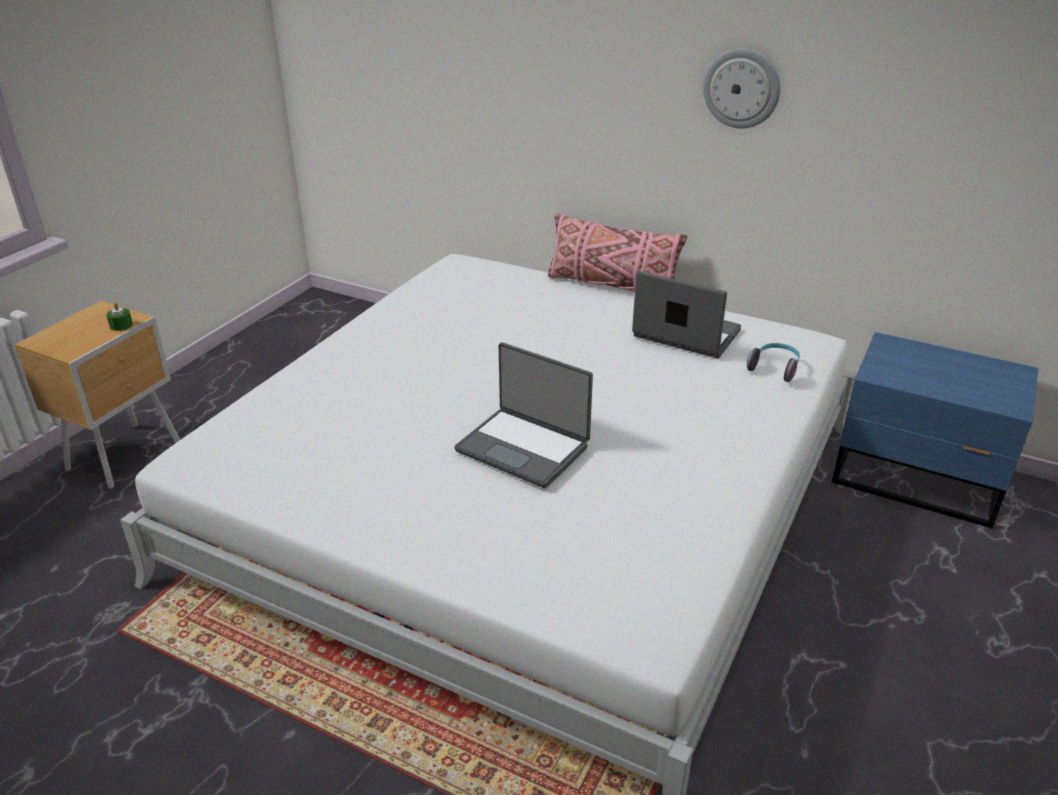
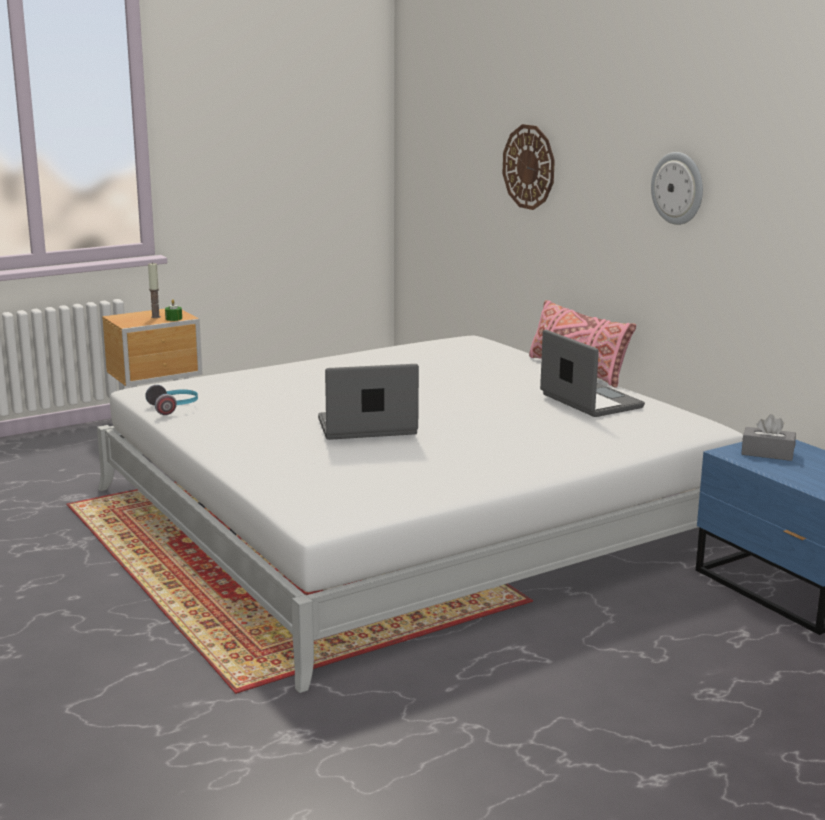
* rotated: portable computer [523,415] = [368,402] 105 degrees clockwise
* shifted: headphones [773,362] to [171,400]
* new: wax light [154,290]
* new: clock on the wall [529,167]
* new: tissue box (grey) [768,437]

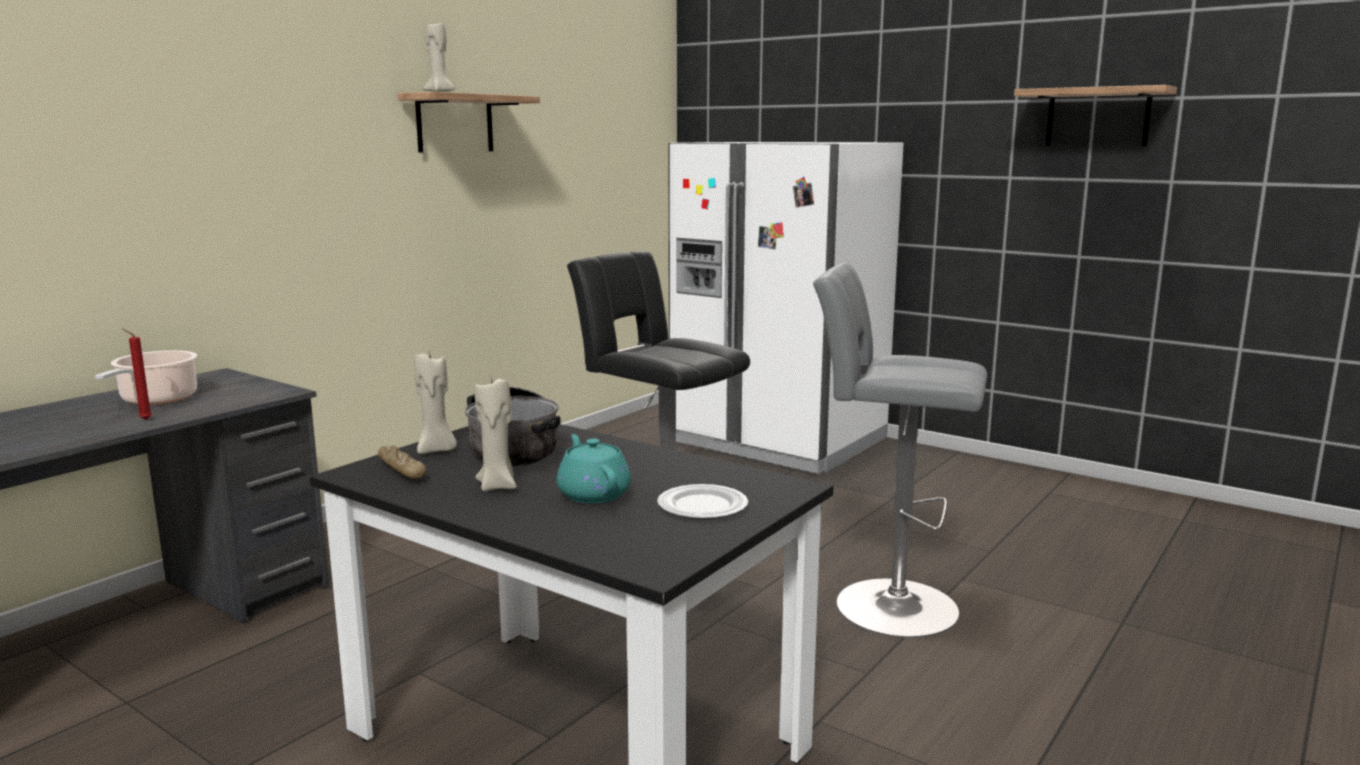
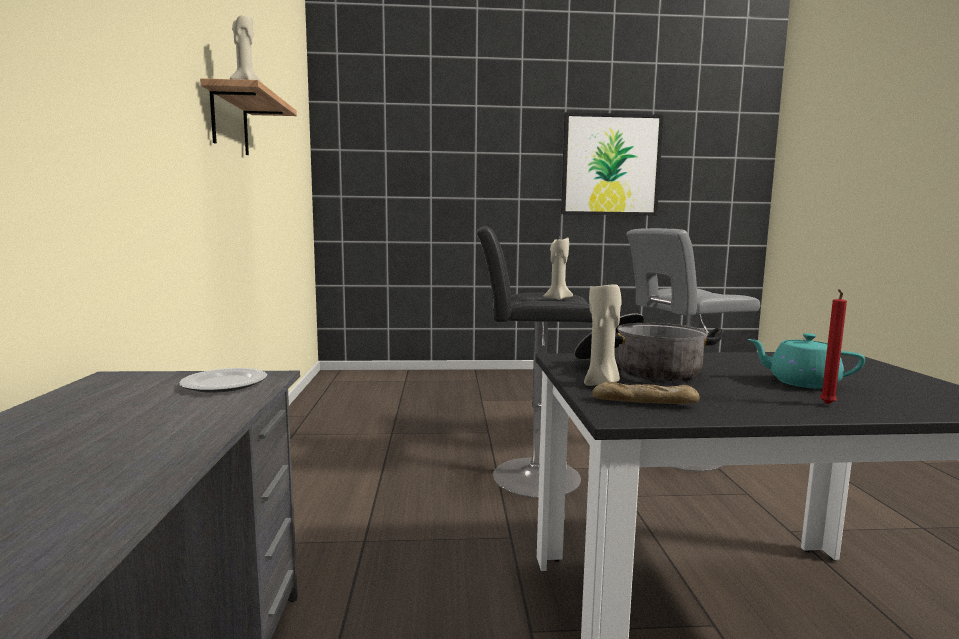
* gone: cooking pot [146,377]
* shifted: wax light (reddish) [137,374] to [833,347]
* shifted: wax light (beige) [496,434] to [558,268]
* shifted: plate [702,502] to [223,380]
* gone: refrigerator (white-coloured) [786,308]
* swapped: wall shelf [1095,115] to wall picture [612,164]

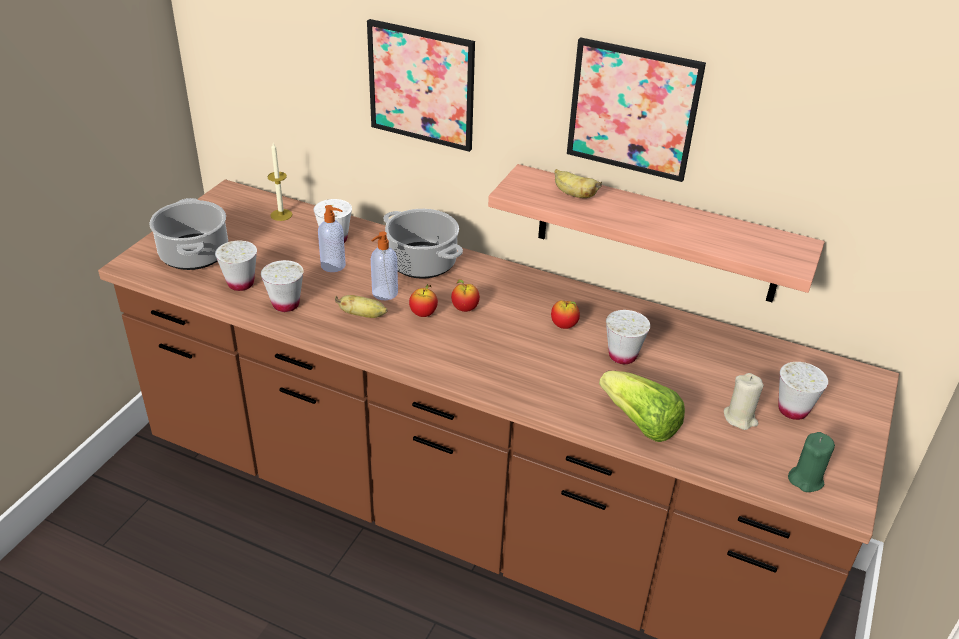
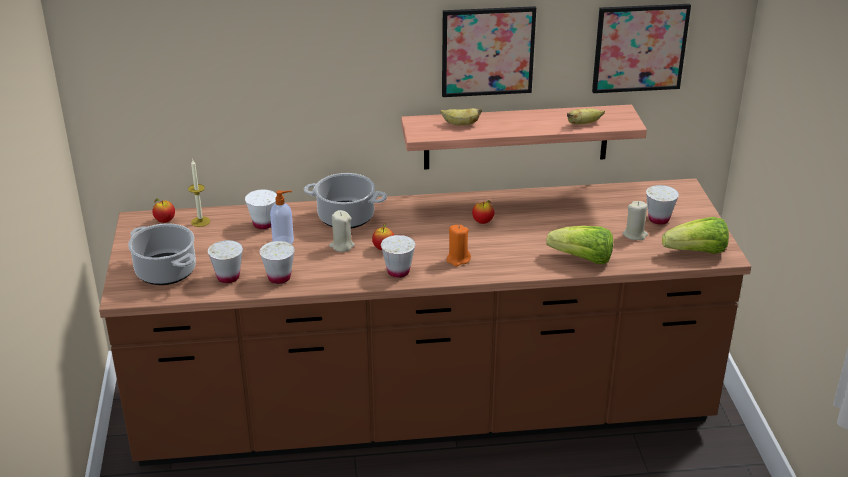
* shifted: banana fruit [361,306] to [586,116]
* shifted: wall picture [421,85] to [641,48]
* swapped: soap dispenser [384,265] to wax light (beige) [342,231]
* shifted: apple fruit [465,295] to [163,211]
* shifted: cup (white-coloured) [628,337] to [398,256]
* swapped: wax light (green-coloured) [811,462] to lettuce head [695,235]
* new: wax light (orange-coloured) [459,246]

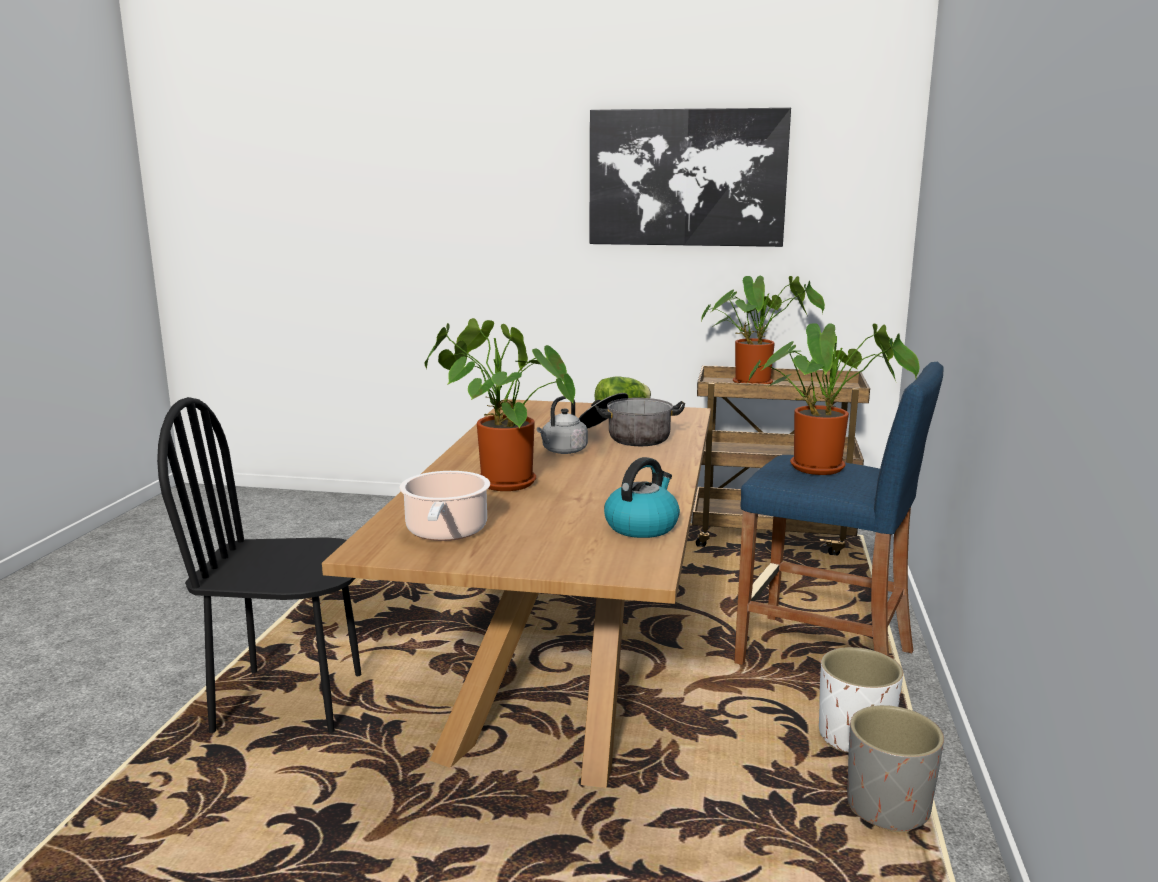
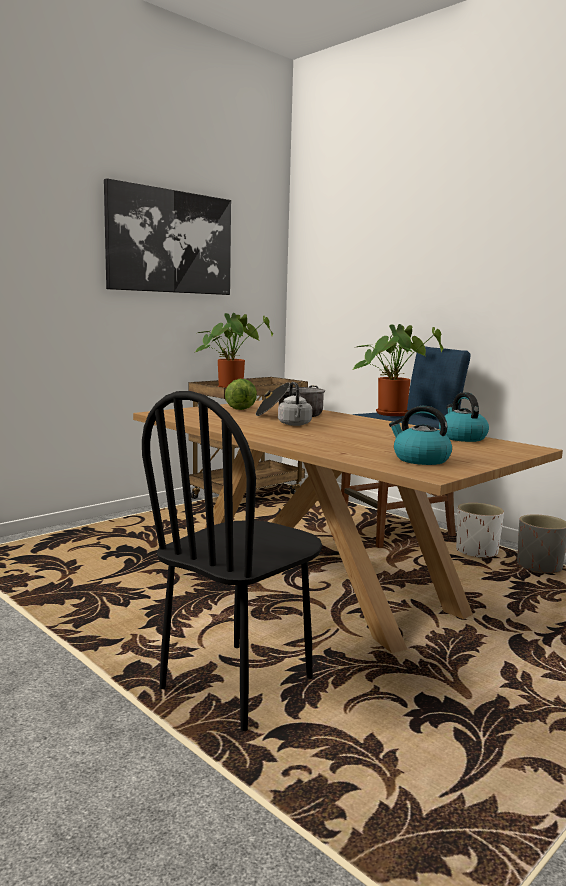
* swapped: cooking pot [444,506] to water kettle [420,435]
* gone: potted plant [499,404]

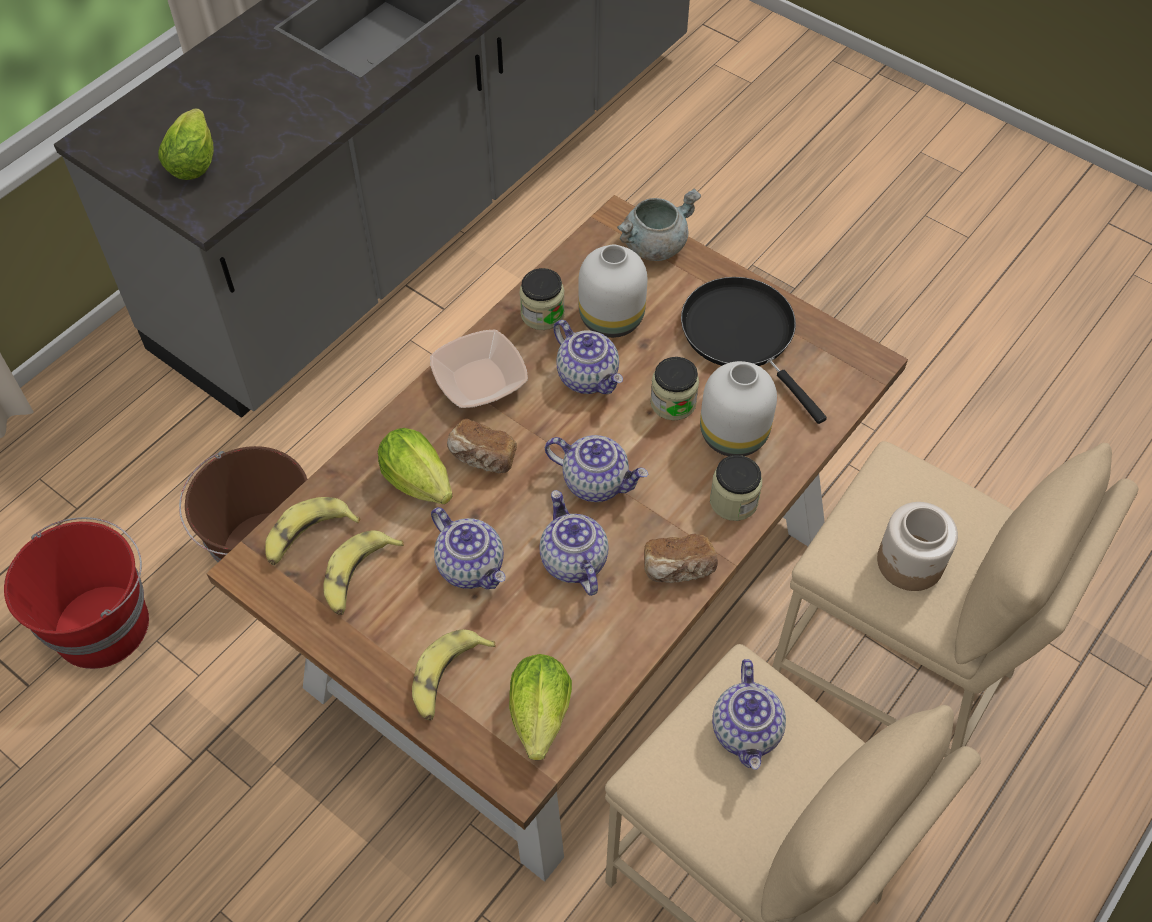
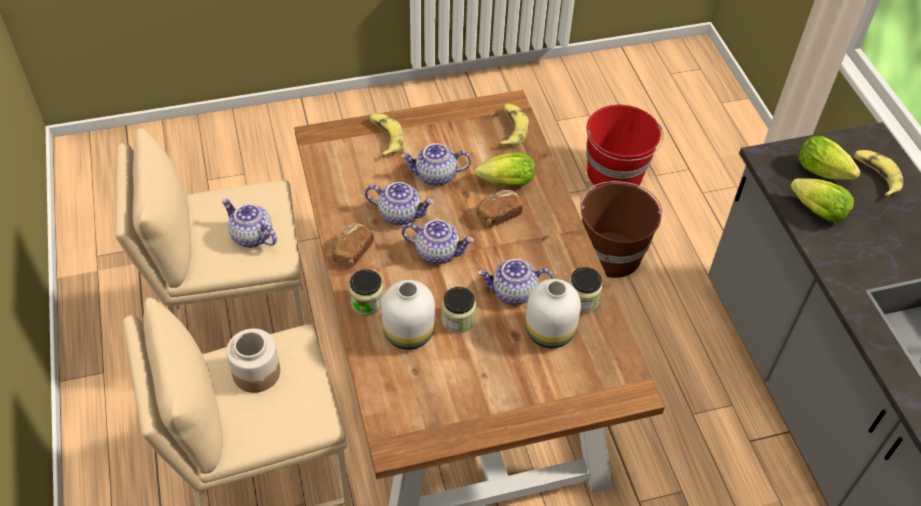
* shifted: banana fruit [363,572] to [878,173]
* gone: bowl [479,369]
* shifted: lettuce head [540,707] to [822,200]
* rotated: pot for tea [596,468] = [438,241] 135 degrees counterclockwise
* gone: cooking pot (grey) [659,224]
* gone: skillet (blackish) [754,350]

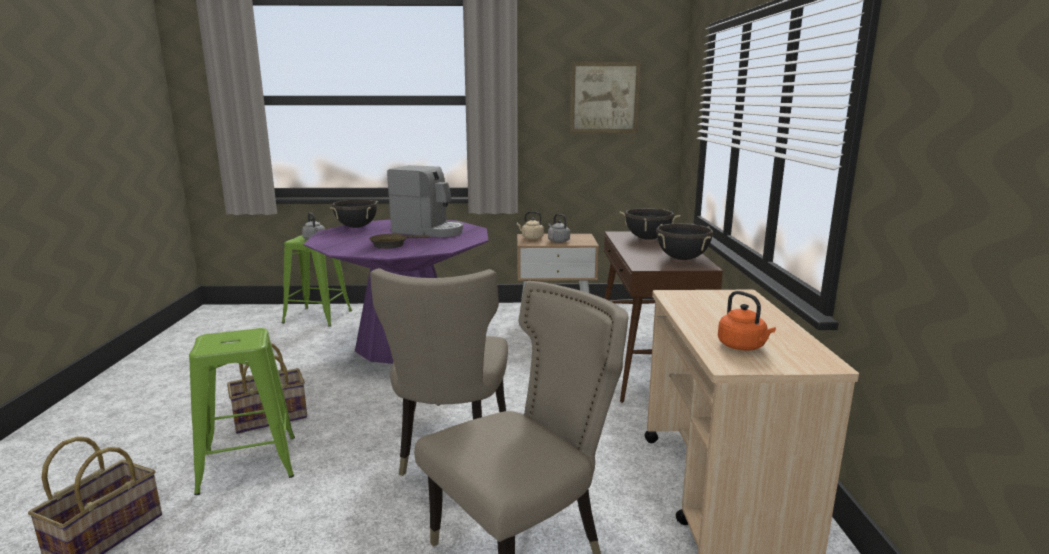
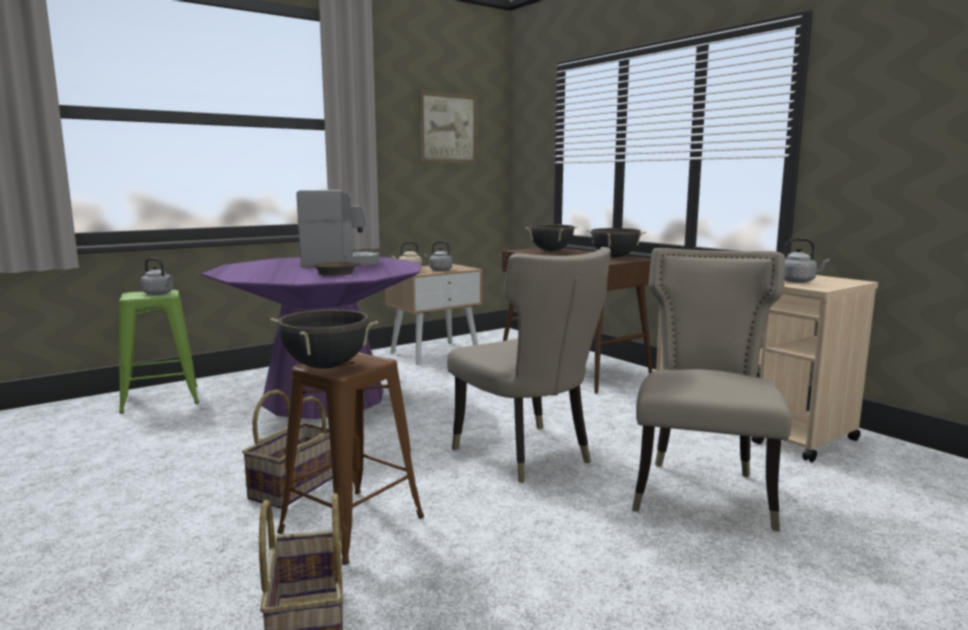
* repainted: sitting stool (green-coloured) [242,411] to sitting stool (brownish) [350,458]
* shifted: cooking pot (blackish) [354,213] to [324,339]
* repainted: water kettle (orange-coloured) [747,321] to water kettle (grey) [807,260]

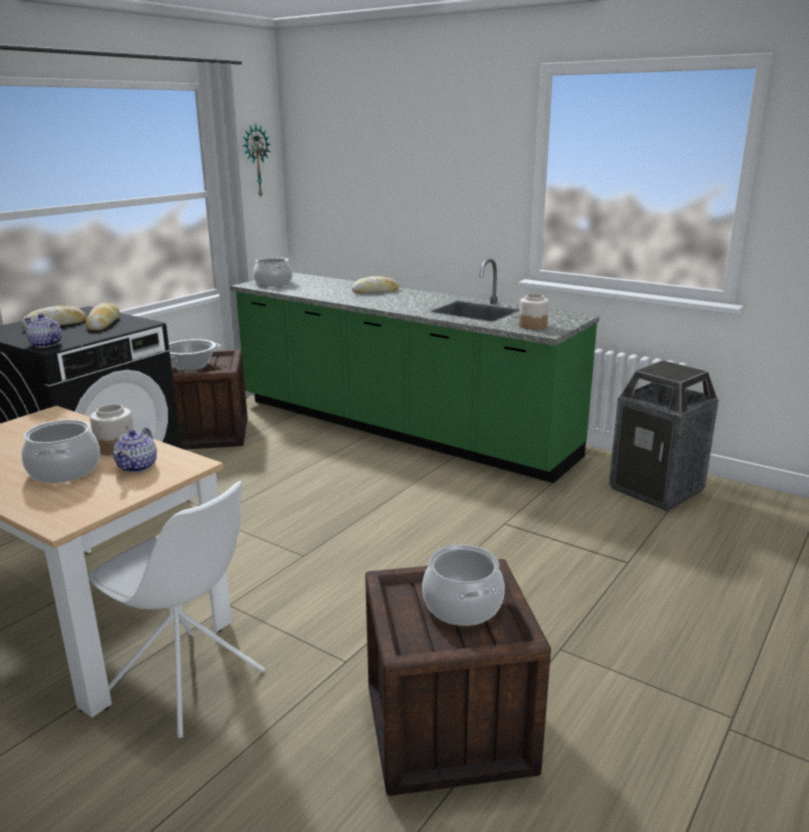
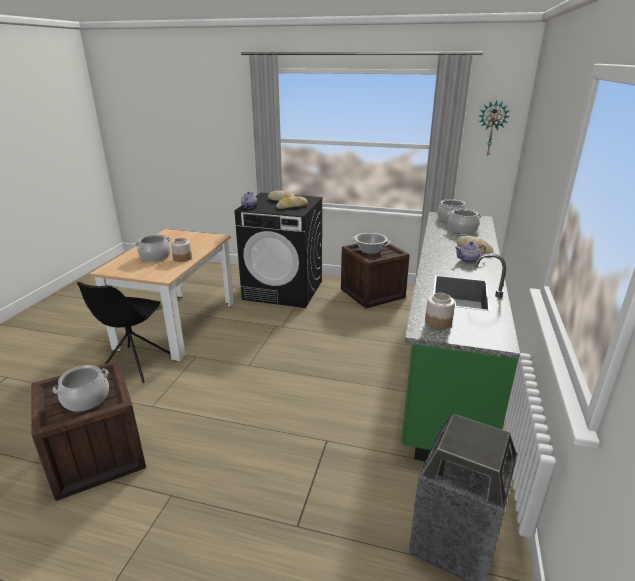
* repainted: chair (white-coloured) [176,609] to chair (blackish) [123,332]
* shifted: pot for tea [135,450] to [470,252]
* new: cooking pot [464,221]

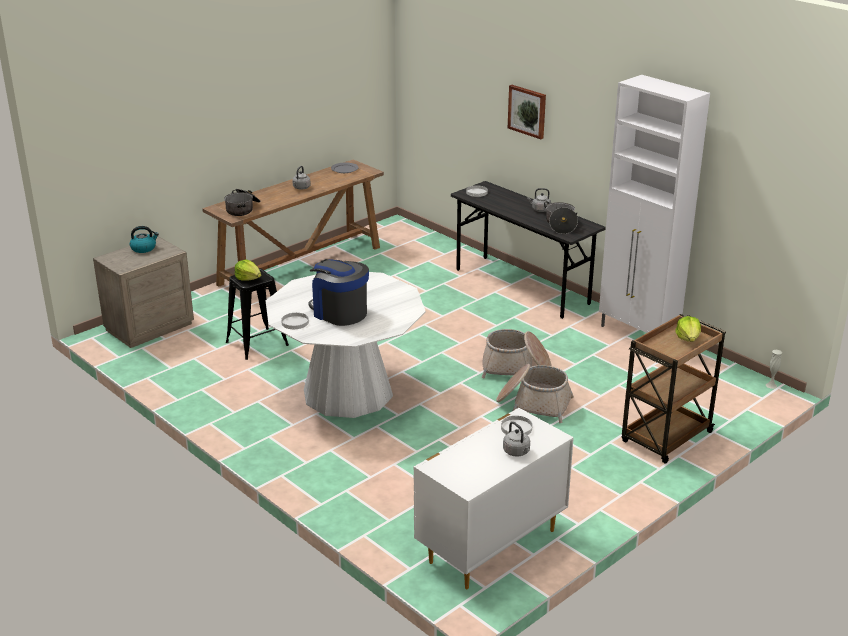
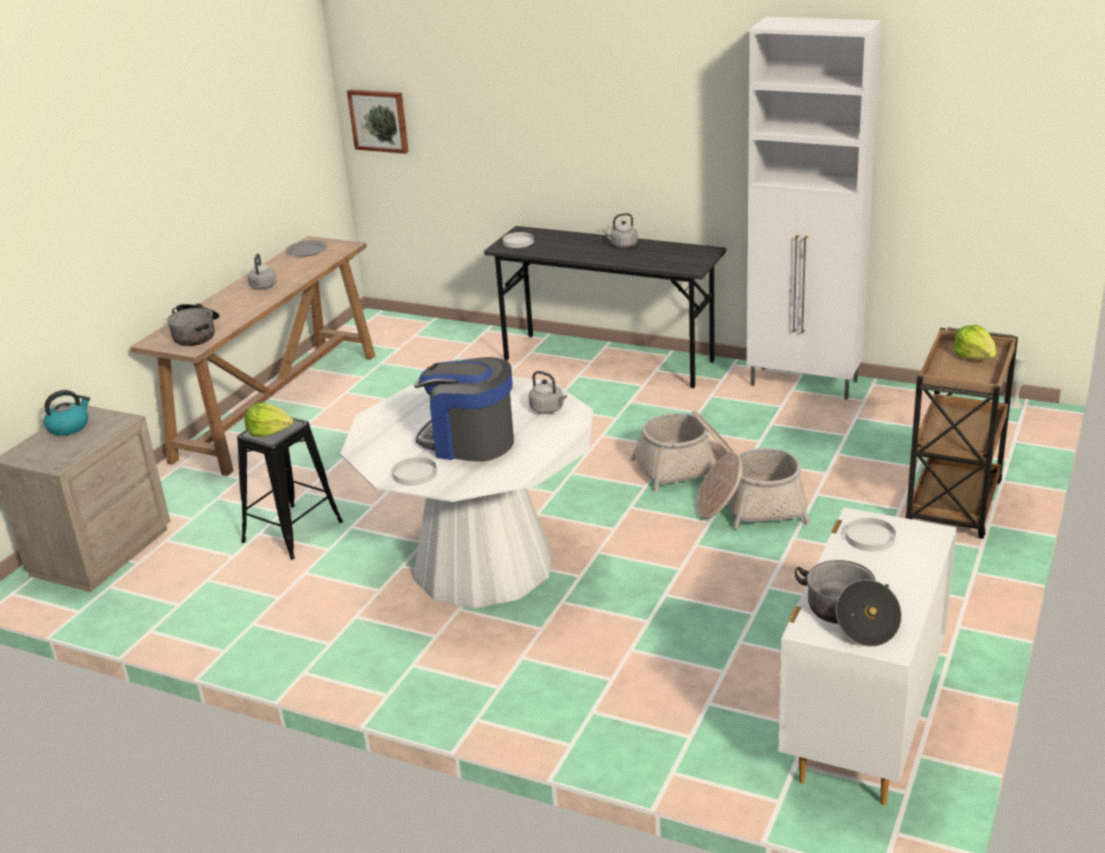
* shifted: water kettle (grey) [516,439] to [548,392]
* shifted: wall picture [527,112] to [378,121]
* shifted: cooking pot [561,217] to [848,603]

